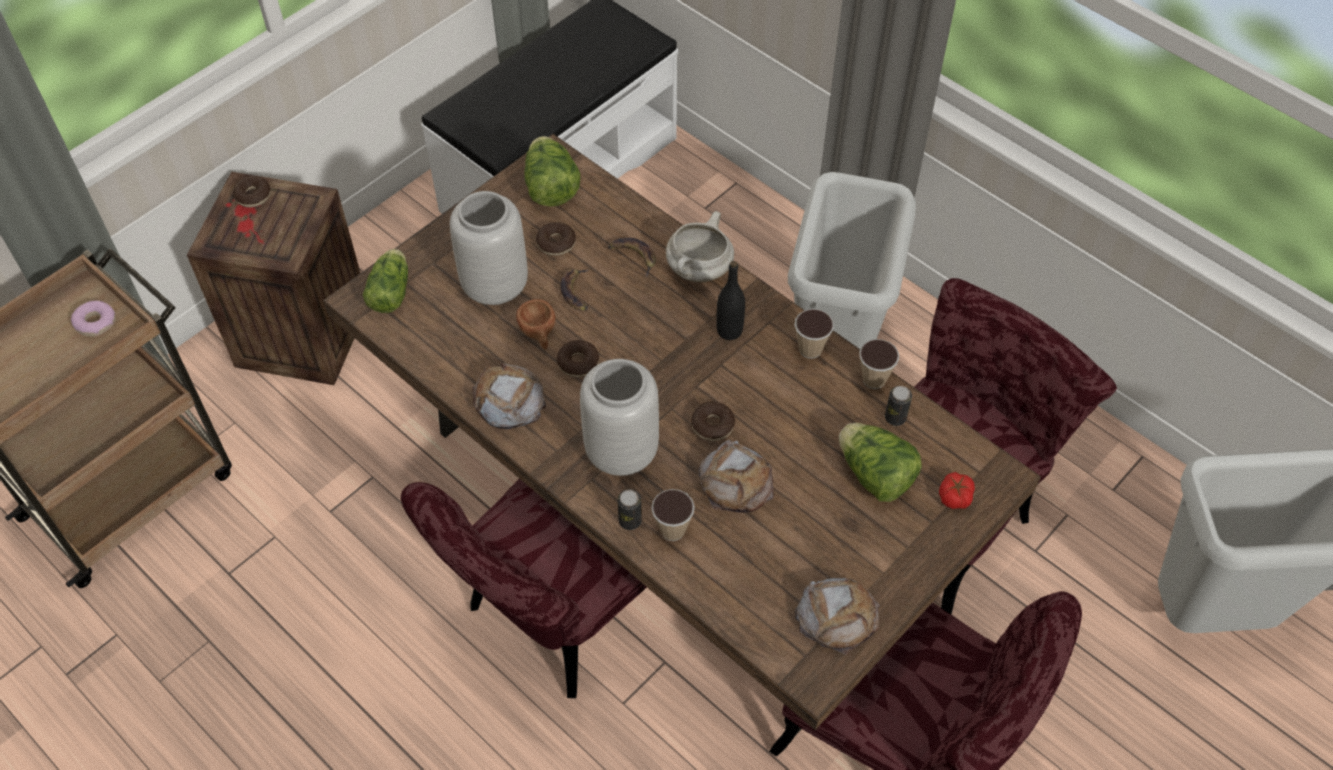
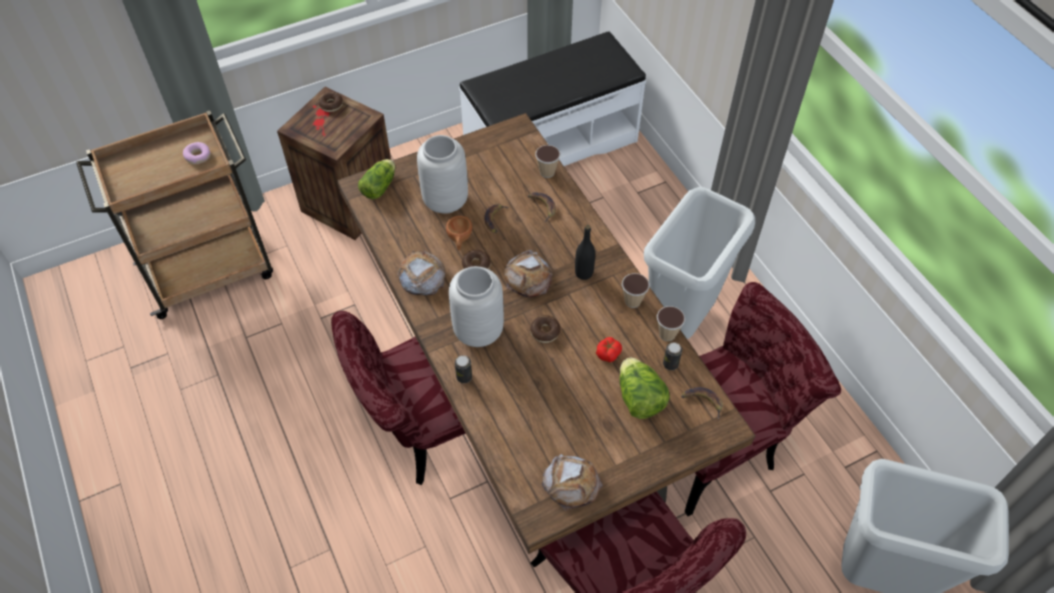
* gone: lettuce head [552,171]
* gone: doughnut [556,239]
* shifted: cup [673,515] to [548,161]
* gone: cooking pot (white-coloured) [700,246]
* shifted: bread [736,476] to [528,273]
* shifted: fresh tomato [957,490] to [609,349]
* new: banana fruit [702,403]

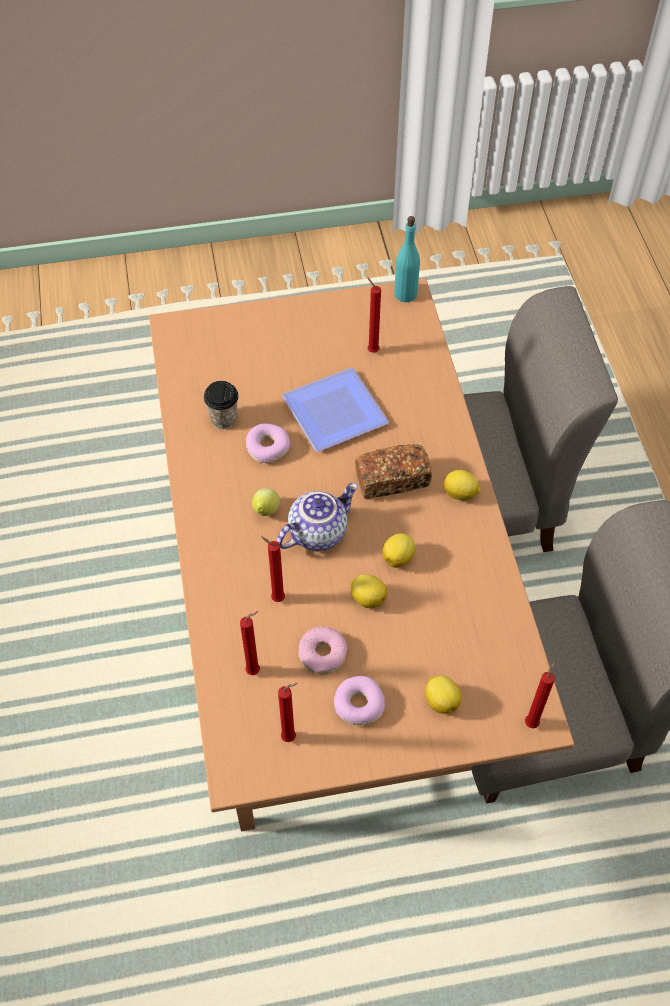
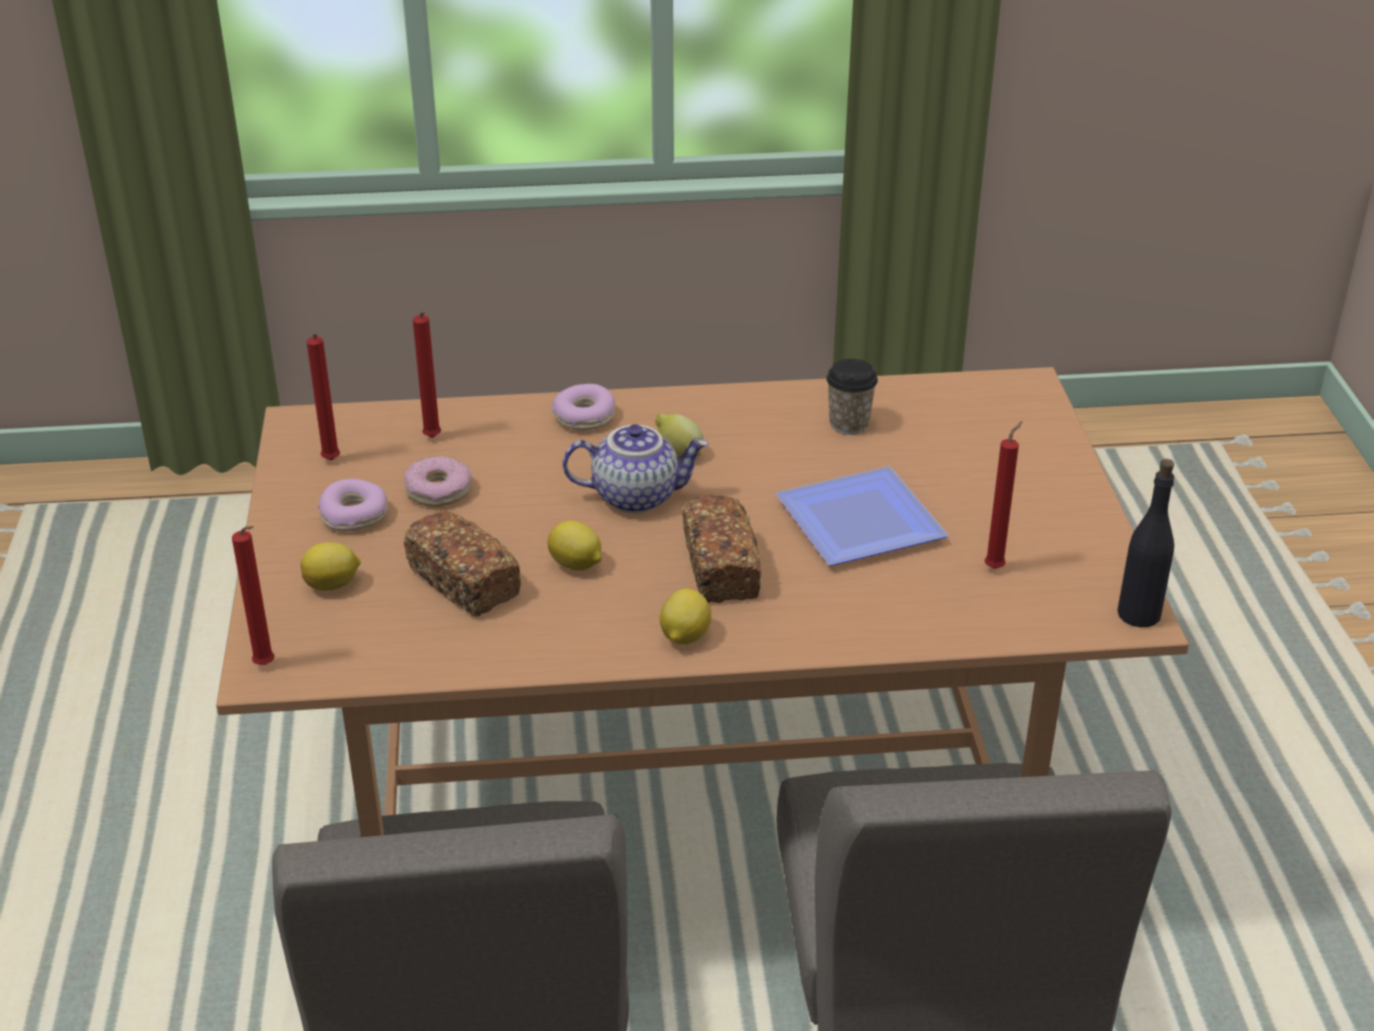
* shifted: doughnut [268,443] to [583,407]
* gone: wax light (reddish) [273,569]
* rotated: pot for tea [317,517] = [635,468] 60 degrees counterclockwise
* gone: citrus fruit [369,591]
* repainted: bottle (blue-green) [407,259] to bottle (blackish) [1145,543]
* new: bread [462,564]

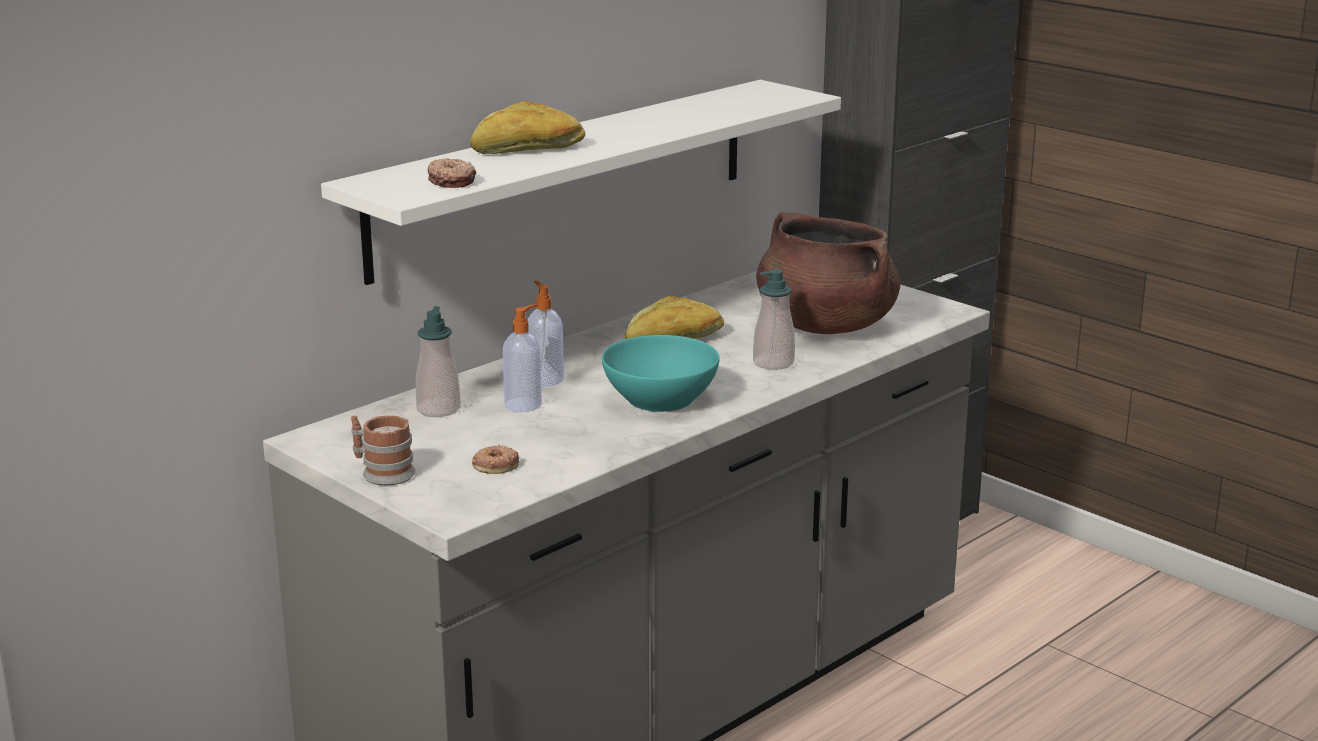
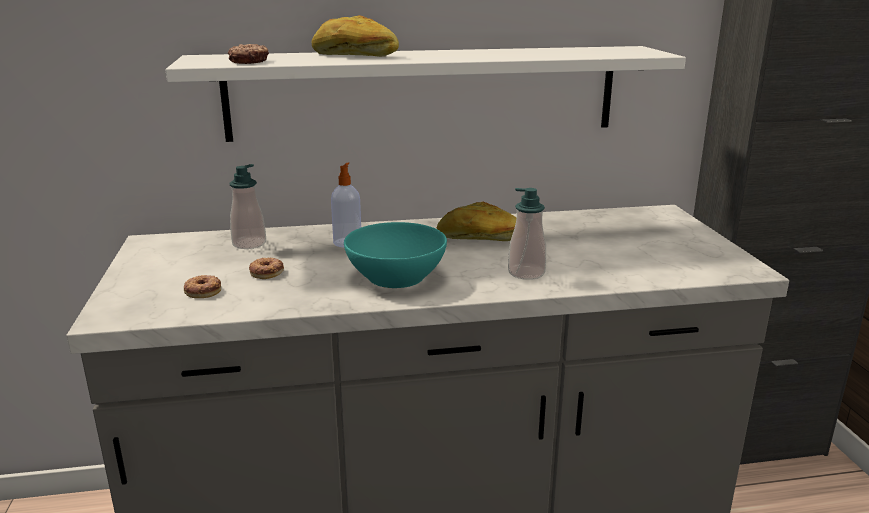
* gone: coffee mug [383,450]
* gone: soap dispenser [522,358]
* gone: cooking pot (brownish) [828,272]
* new: doughnut [266,268]

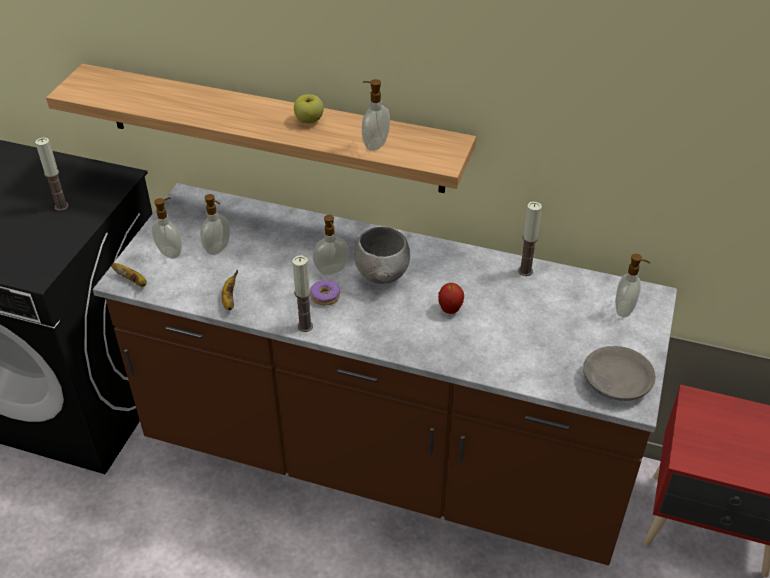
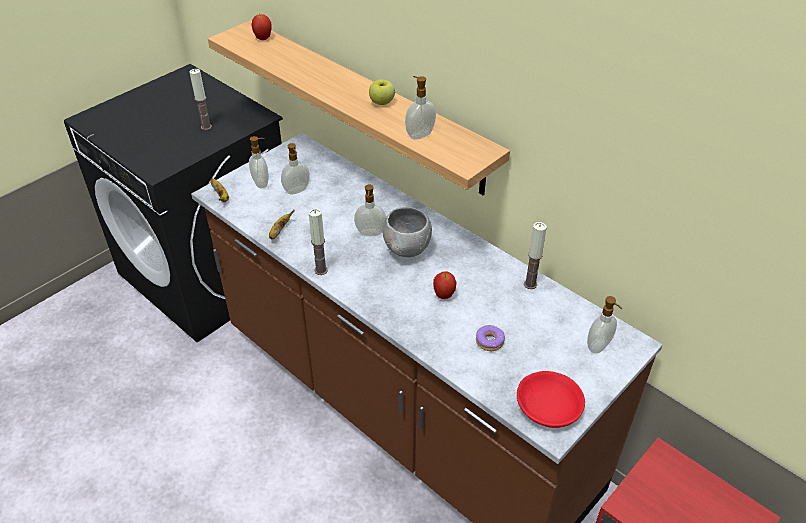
* shifted: doughnut [325,292] to [490,338]
* repainted: bowl (grey) [619,373] to bowl (reddish) [551,399]
* new: apple fruit [262,27]

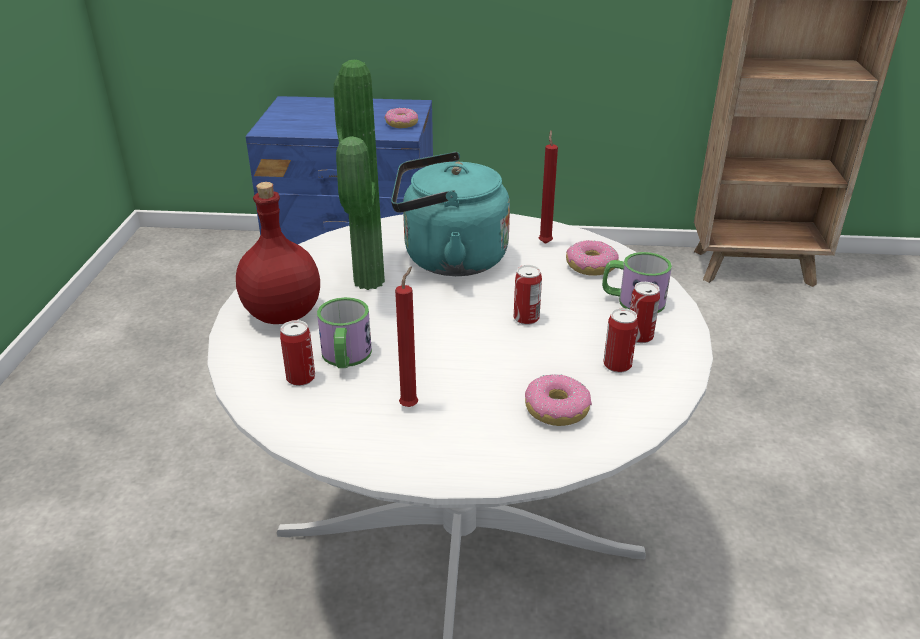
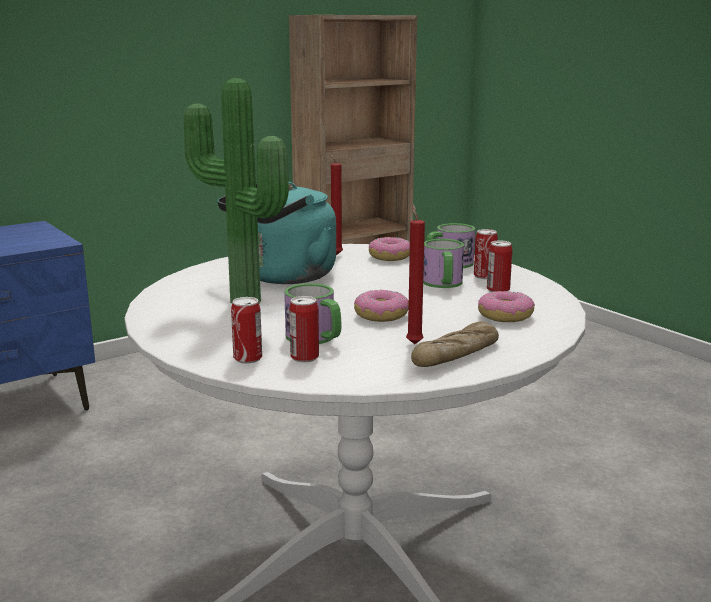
* gone: bottle (reddish) [278,253]
* shifted: doughnut [401,118] to [381,305]
* shifted: metal can [528,295] to [246,330]
* new: bread [455,344]
* new: coffee mug [443,263]

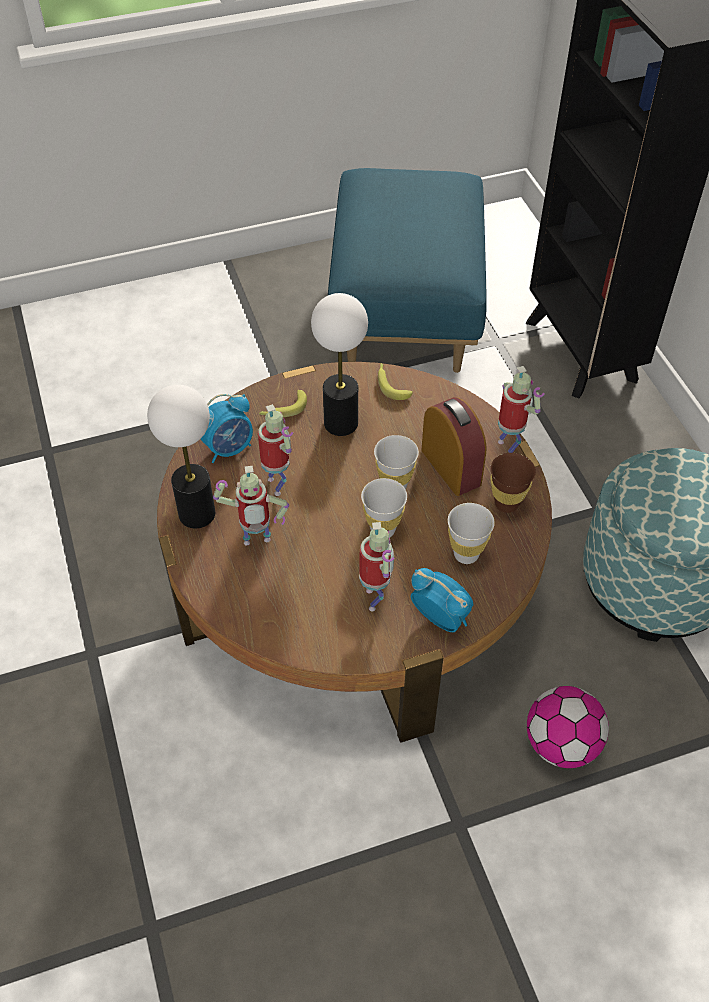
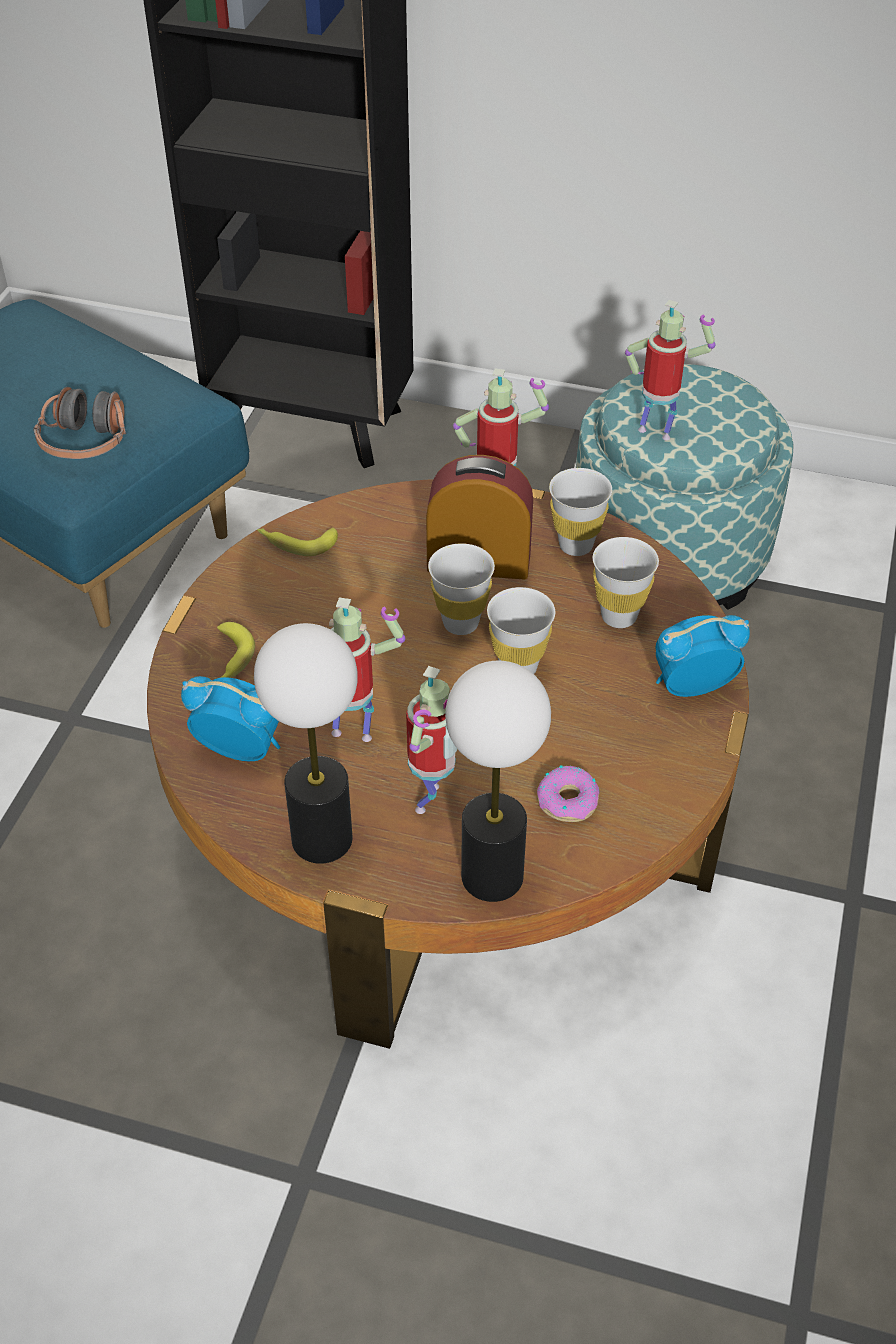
* rotated: alarm clock [227,428] = [230,718] 75 degrees counterclockwise
* shifted: tabletop lamp [339,364] to [498,781]
* shifted: model robot [376,566] to [670,370]
* repainted: cup (brownish) [513,483] to cup (white-coloured) [580,512]
* gone: ball for football [568,727]
* new: headphones [79,423]
* new: doughnut [568,793]

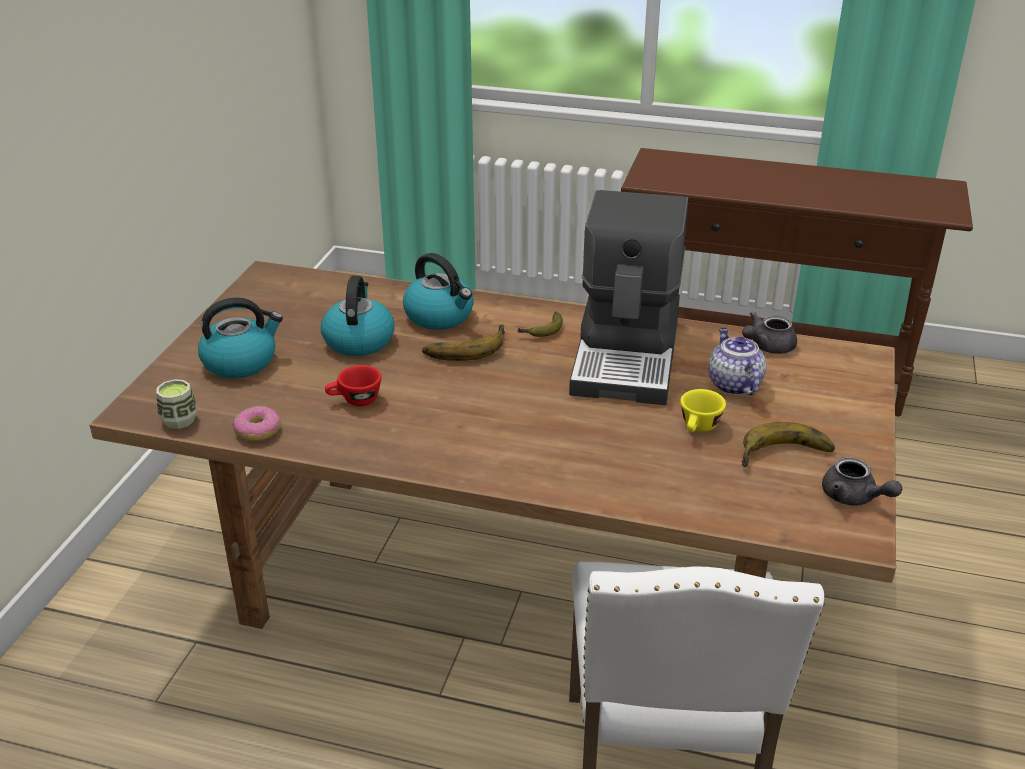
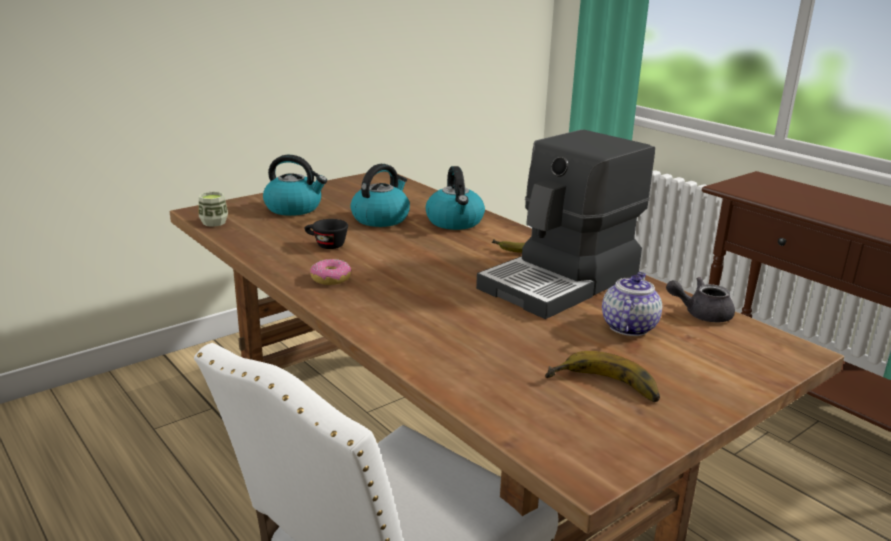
* shifted: doughnut [257,423] to [330,272]
* repainted: cup (reddish) [353,385] to cup (blackish) [326,234]
* gone: banana fruit [463,342]
* gone: cup (yellow-coloured) [703,410]
* gone: pot for tea (grey) [862,481]

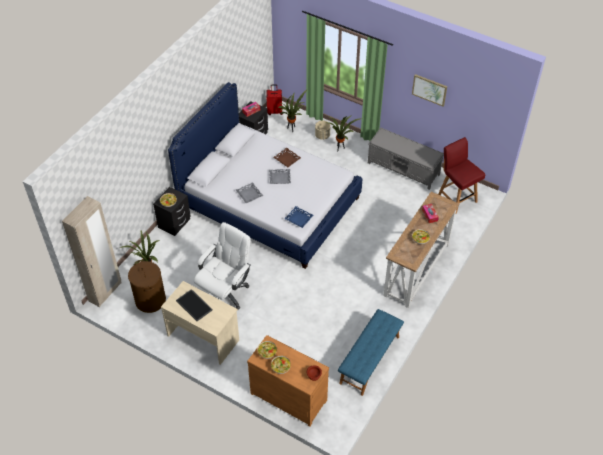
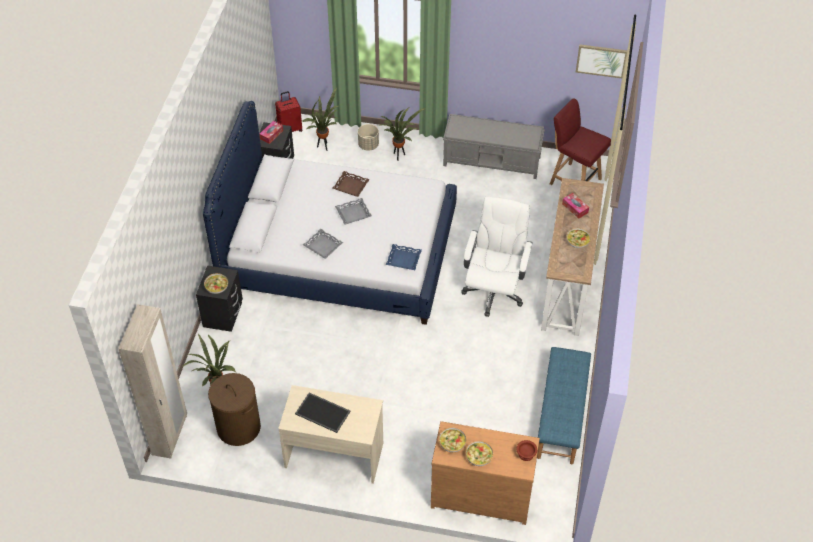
* shifted: office chair (white-coloured) [222,265] to [497,256]
* shifted: wall picture [429,90] to [601,61]

